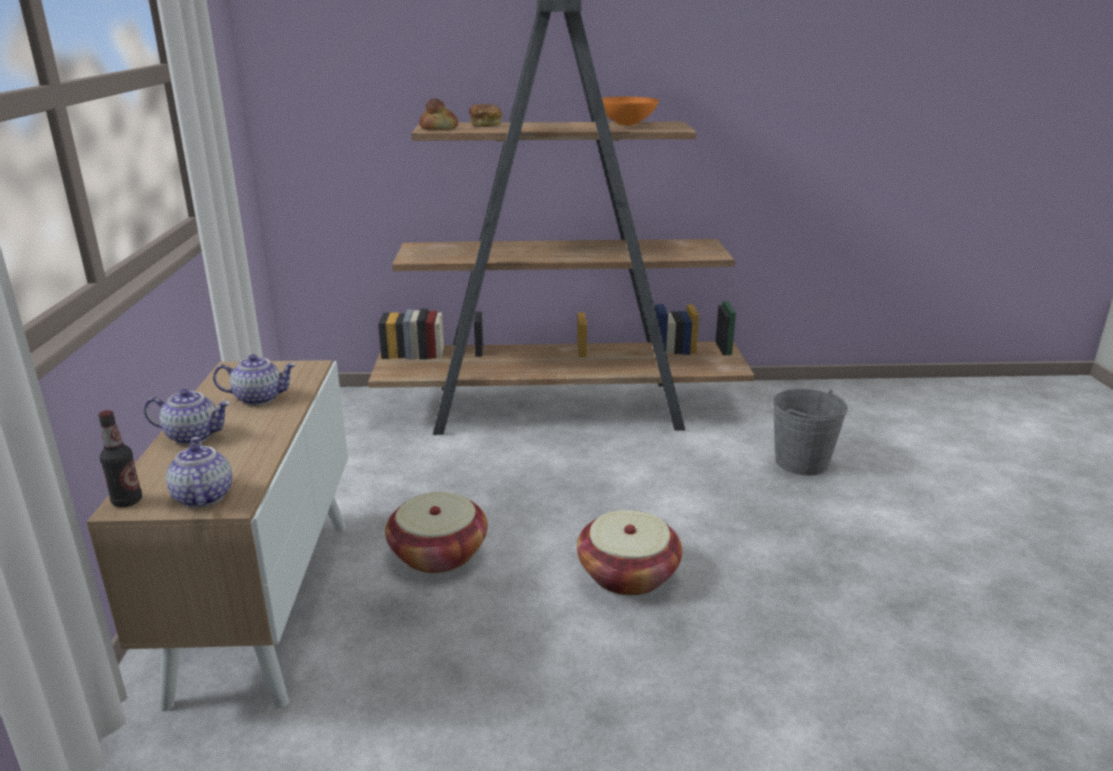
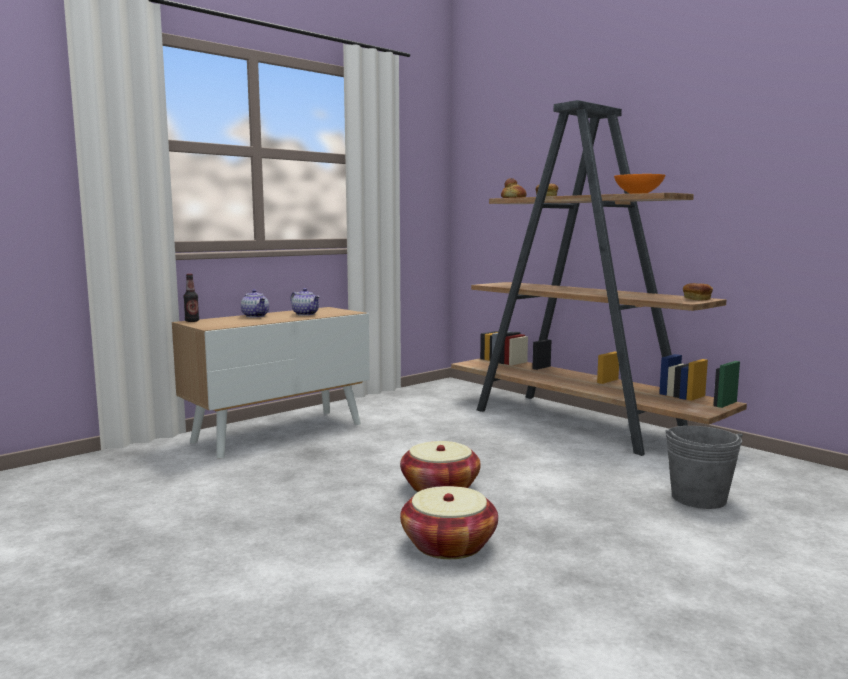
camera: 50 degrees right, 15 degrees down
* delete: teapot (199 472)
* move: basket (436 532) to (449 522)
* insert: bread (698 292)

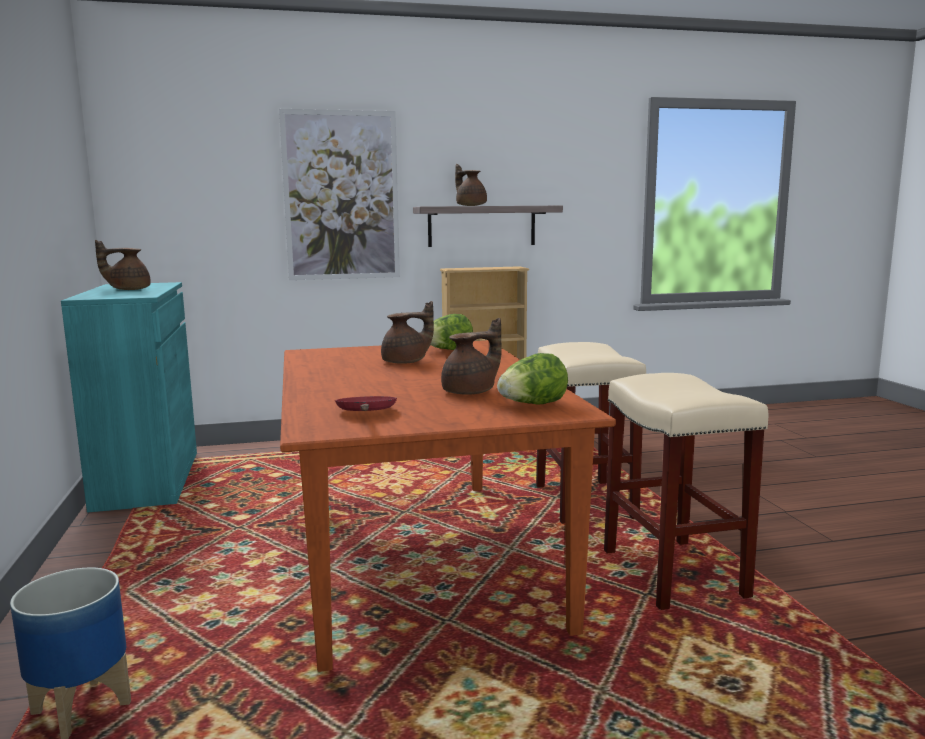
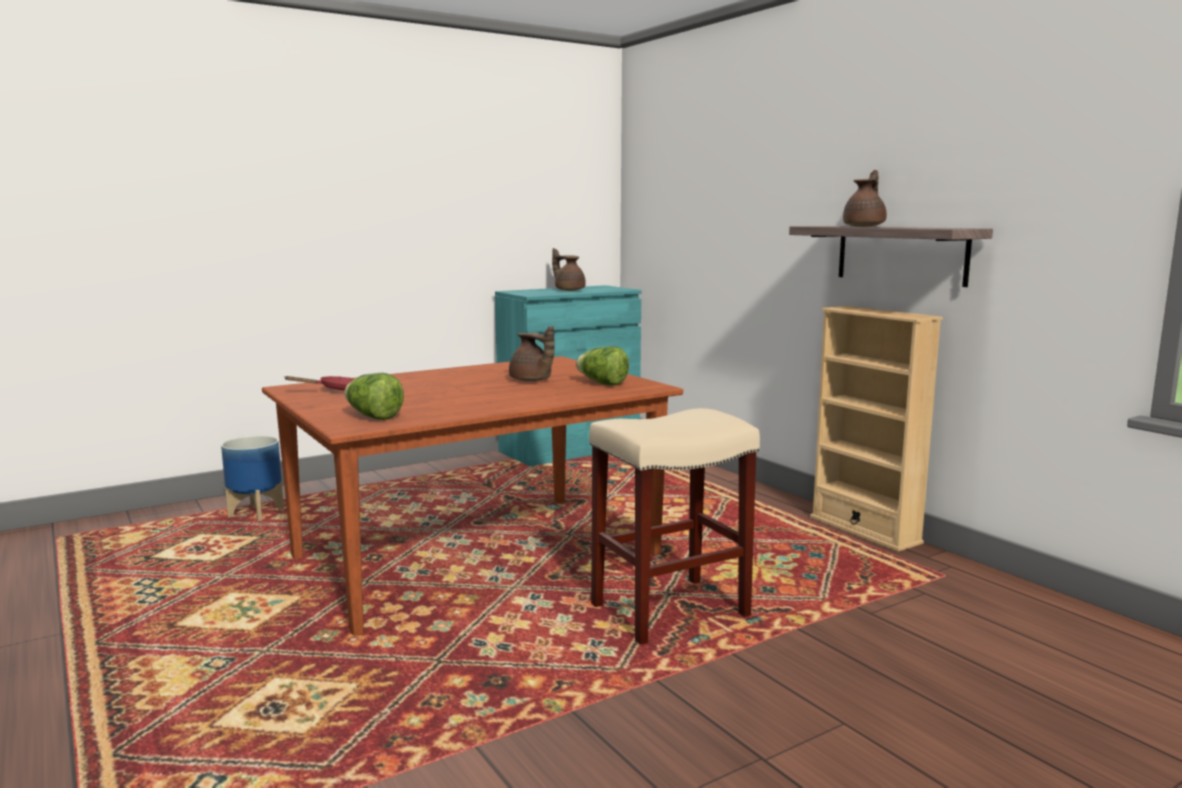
camera: 70 degrees right, 0 degrees up
* delete: picture (339 194)
* delete: brown teapot (471 356)
* delete: beige stool (686 491)

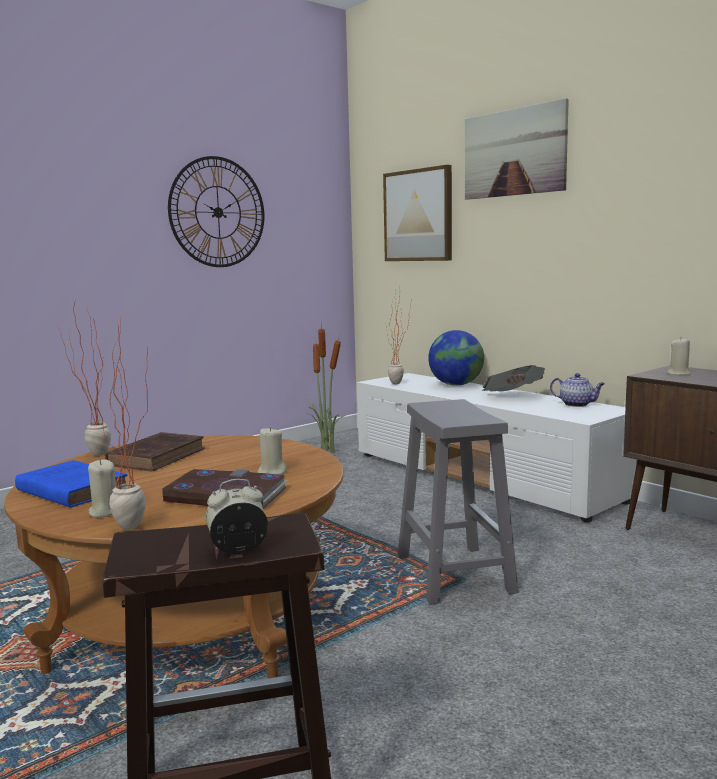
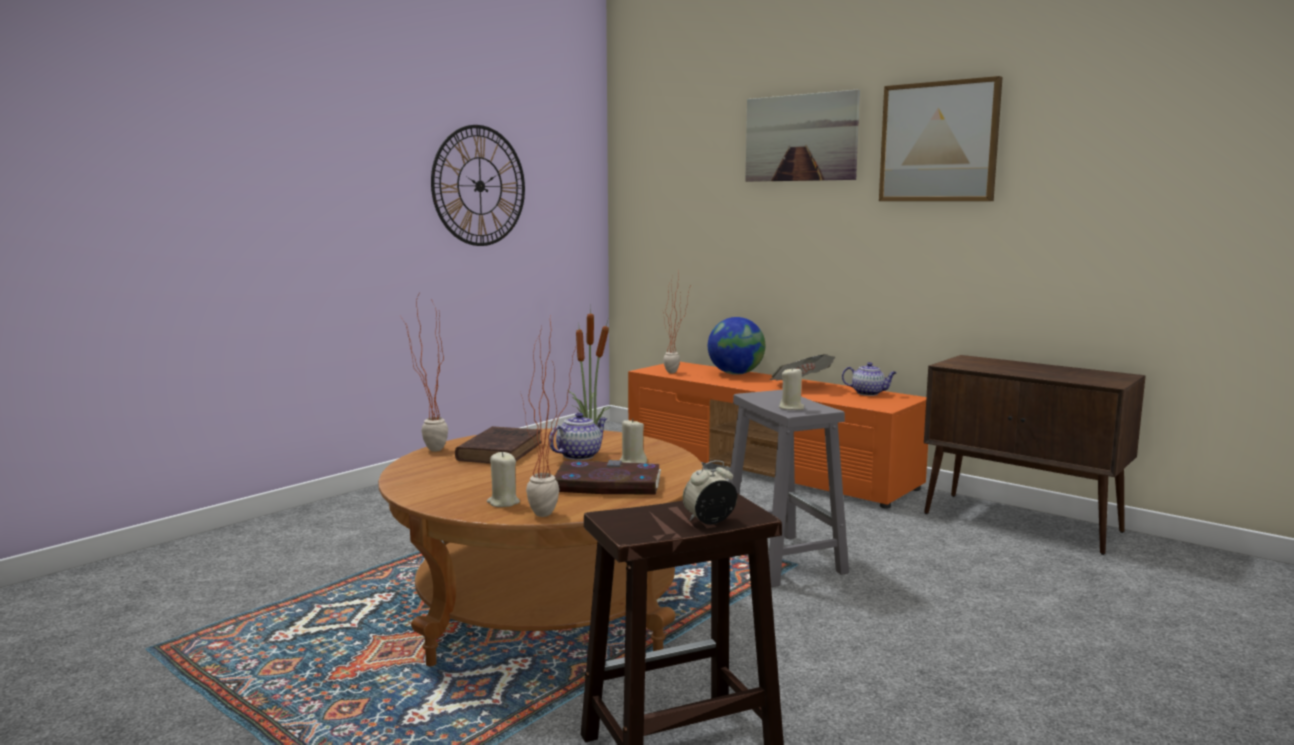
camera: 10 degrees left, 0 degrees up
* delete: blue book (71 484)
* recolor: white tv stand (497 447) to orange tv stand (778 435)
* move: picture (417 213) to (941 138)
* move: beige candle (679 356) to (791 388)
* insert: teapot (578 436)

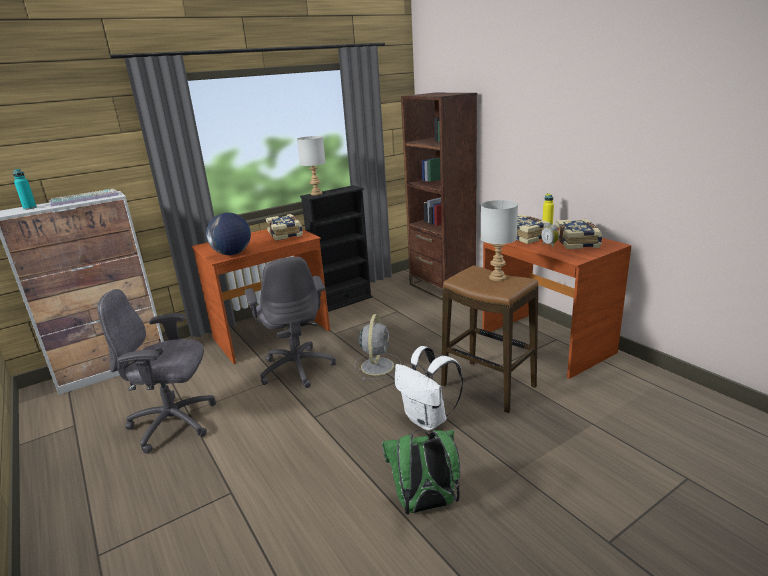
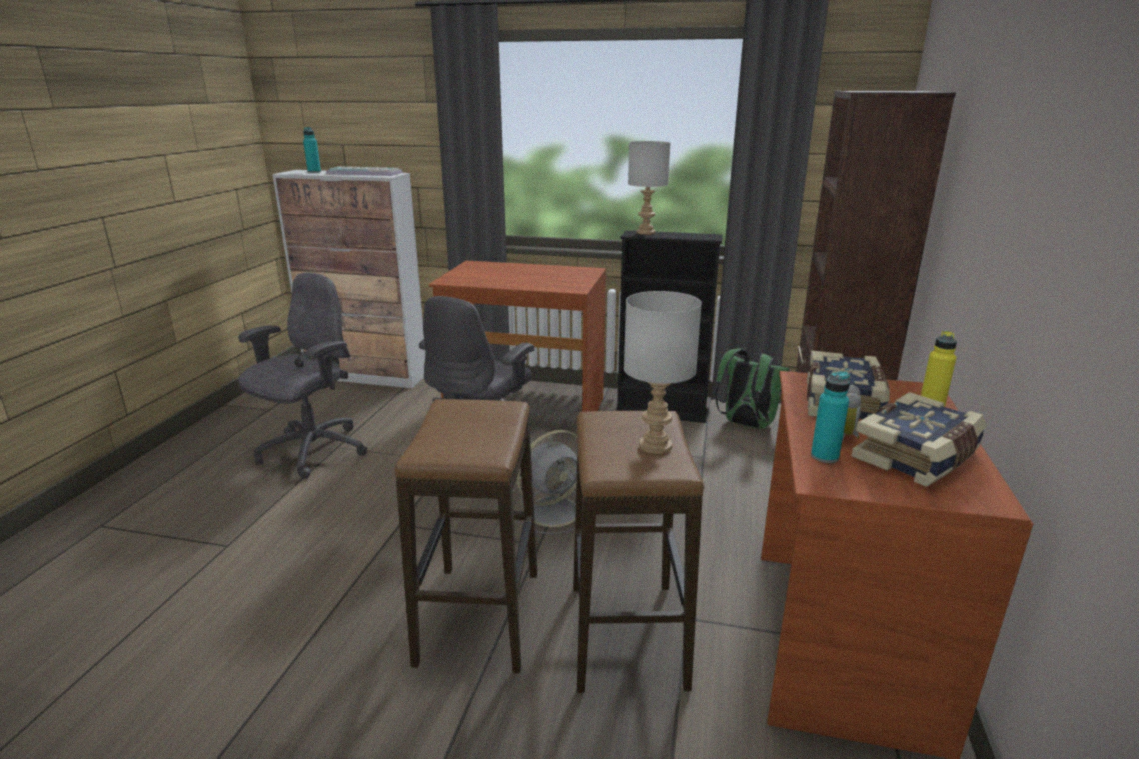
camera: 45 degrees right, 0 degrees up
* rotate: grey office chair (156 371) = (302 376) 75 degrees clockwise
* delete: globe (228 233)
* delete: book (284 227)
* move: green backpack (421 472) to (752 388)
* replace: white backpack (429 388) to stool (466 536)
* insert: turquoise bottle (830 417)

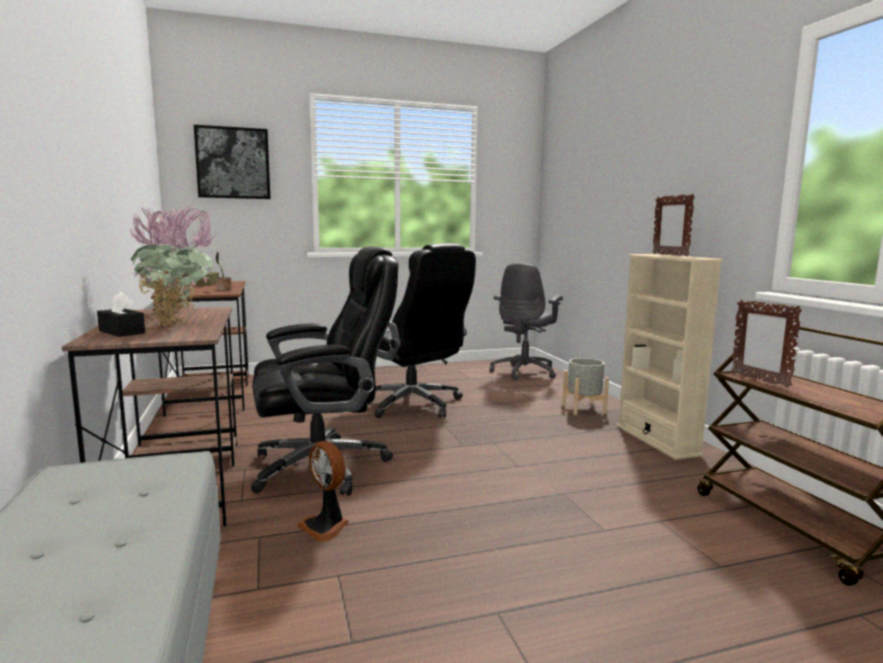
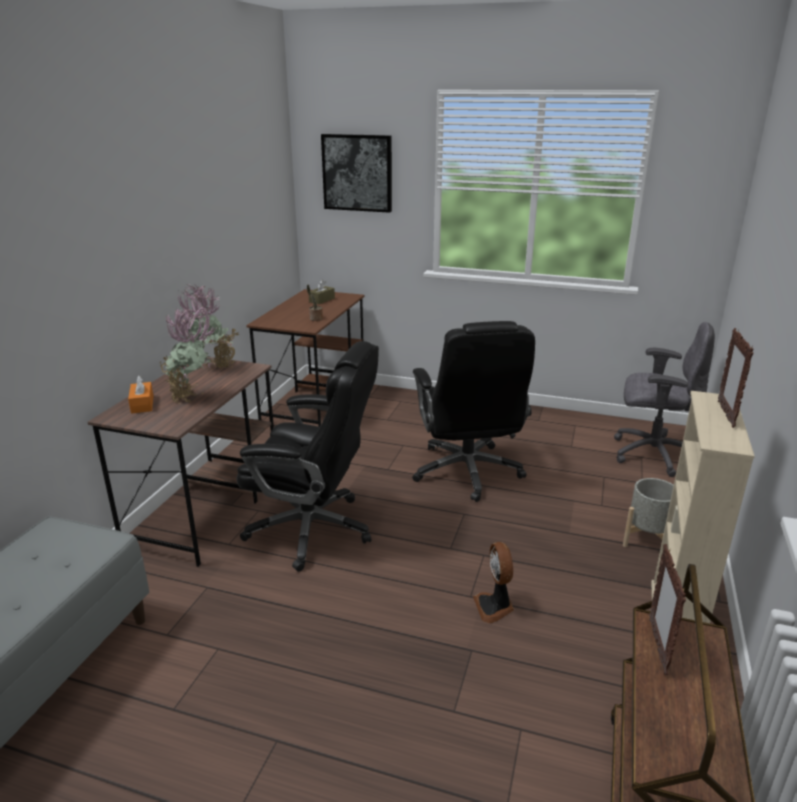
camera: 35 degrees right, 15 degrees up
* recolor: black tissue box (121 314) to orange tissue box (140 394)
* move: fan (323 491) to (493 582)
* rotate: grey office chair (526 322) = (664 399) 135 degrees counterclockwise

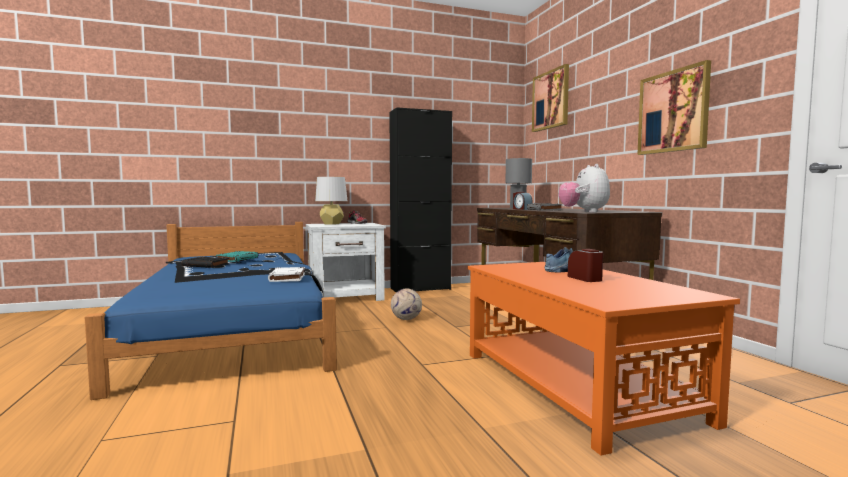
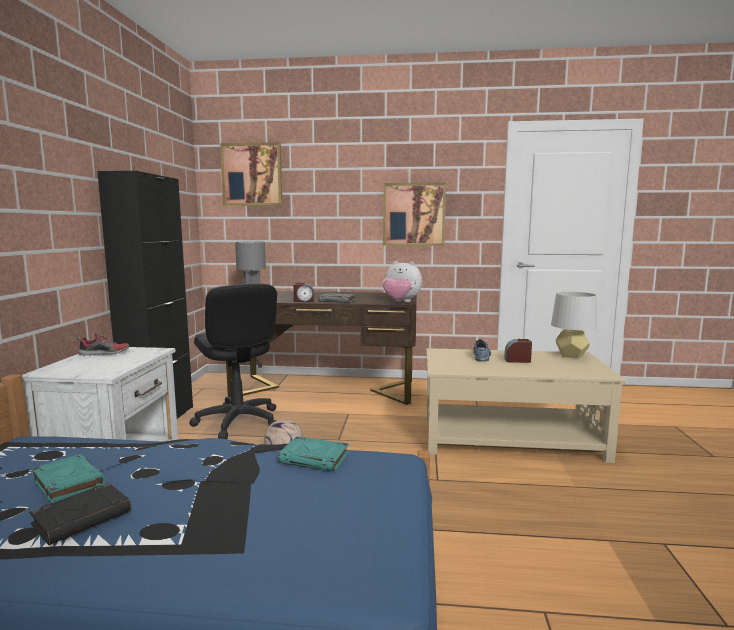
camera: 65 degrees left, 5 degrees up
* recolor: white book (286 274) to turquoise book (313 454)
* move: grey table lamp (331 201) to (574 325)
* recolor: orange coffee table (604 359) to beige coffee table (526 405)
* insert: black office chair (233 361)

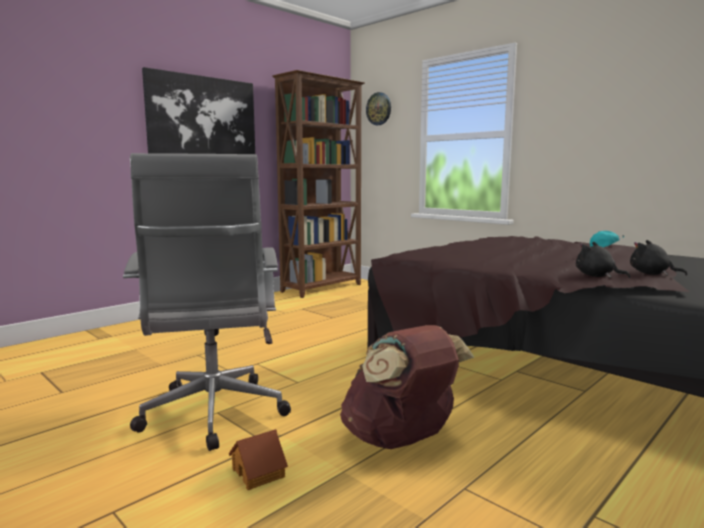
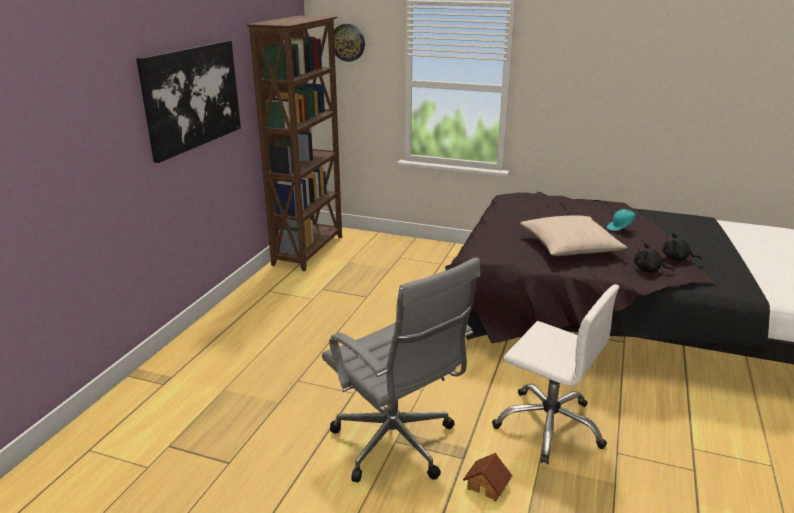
camera: 25 degrees left, 15 degrees up
* replace: brown backpack (407 387) to white office chair (555 374)
* insert: beige pillow (573 235)

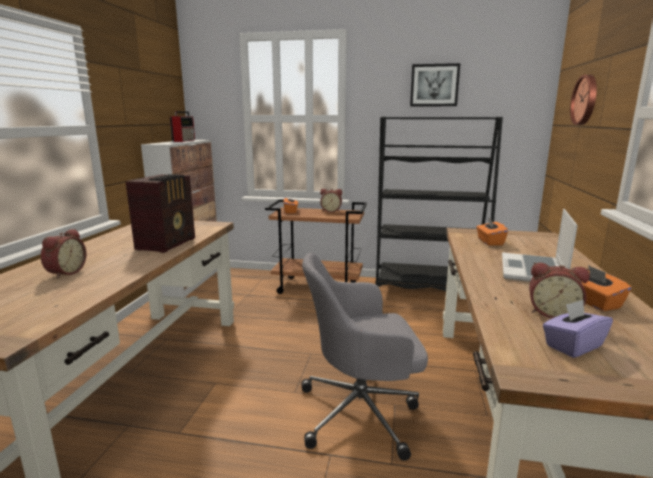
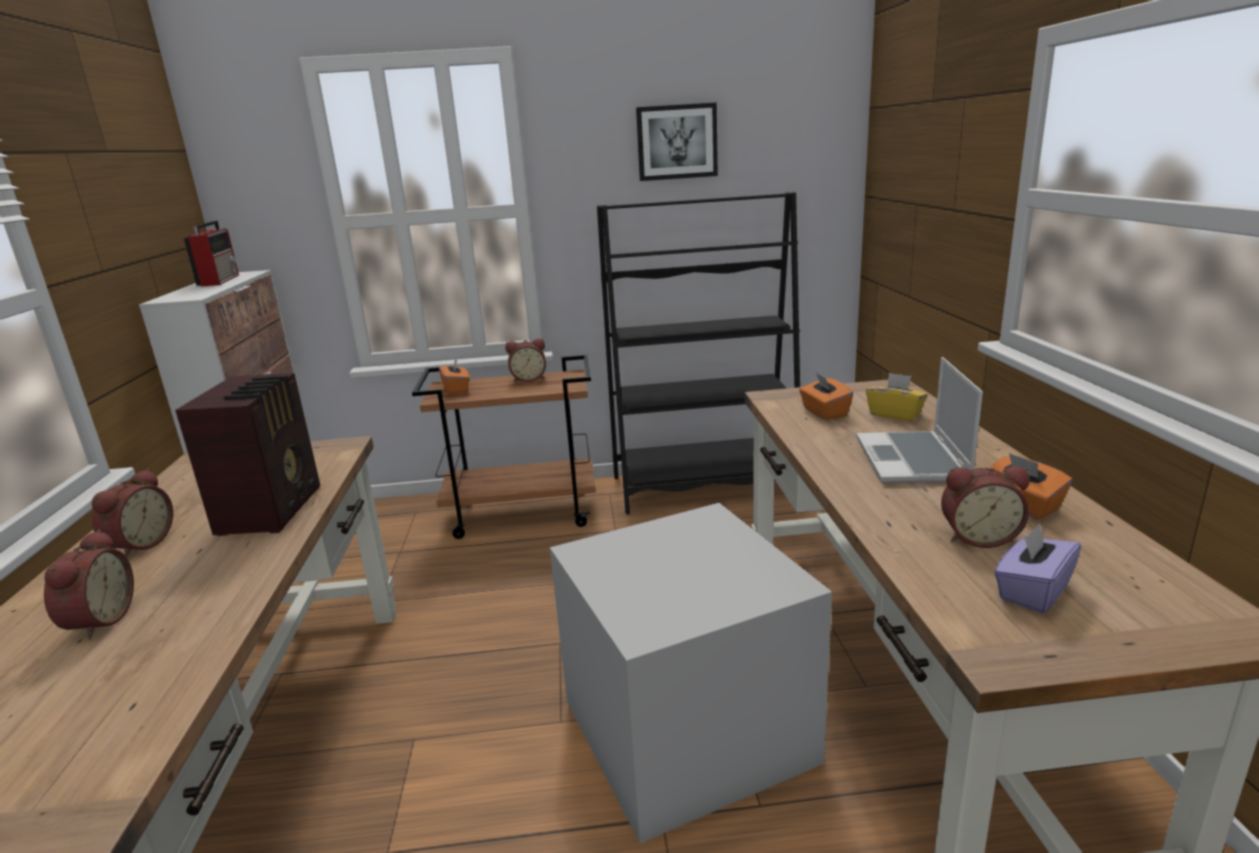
camera: 15 degrees left, 5 degrees up
* replace: grey office chair (364 357) to grey storage box (691 673)
* delete: wall clock (583 100)
* insert: alarm clock (132 513)
* insert: yellow tissue box (897 397)

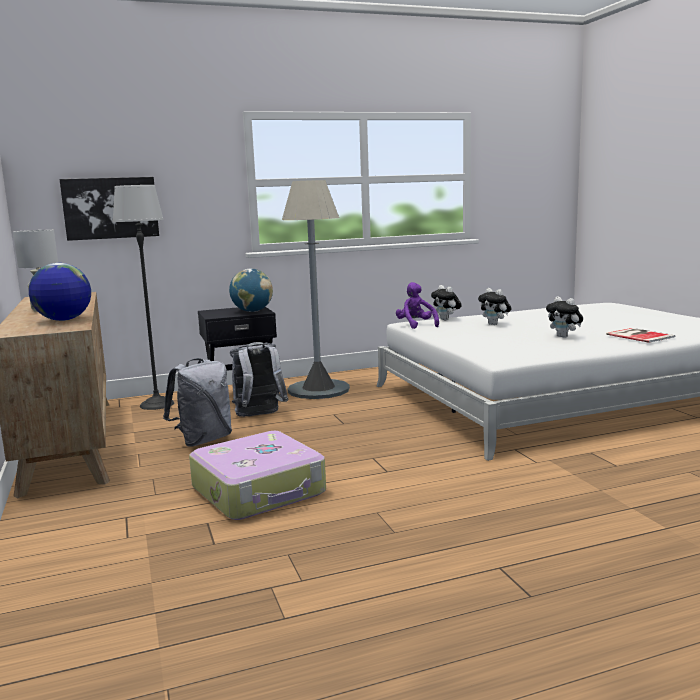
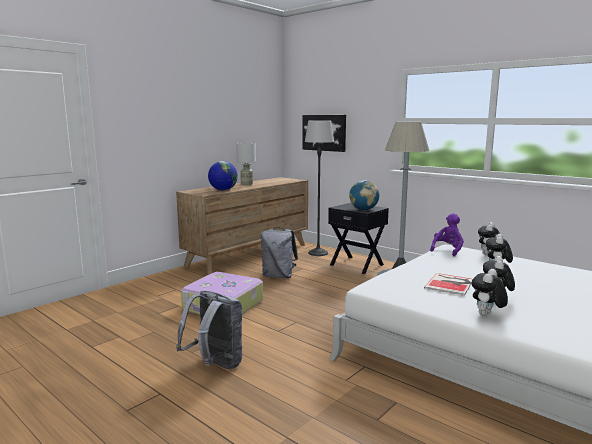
camera: 60 degrees right, 0 degrees up
* move: grey backpack (259 379) to (209 330)
* move: book (640 335) to (448 284)
* insert: plush toy (490 292)

